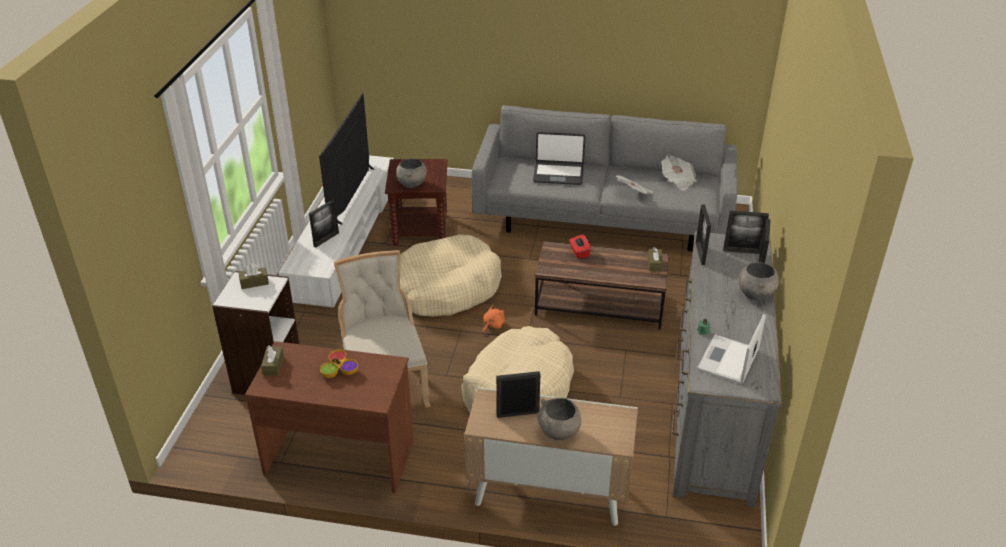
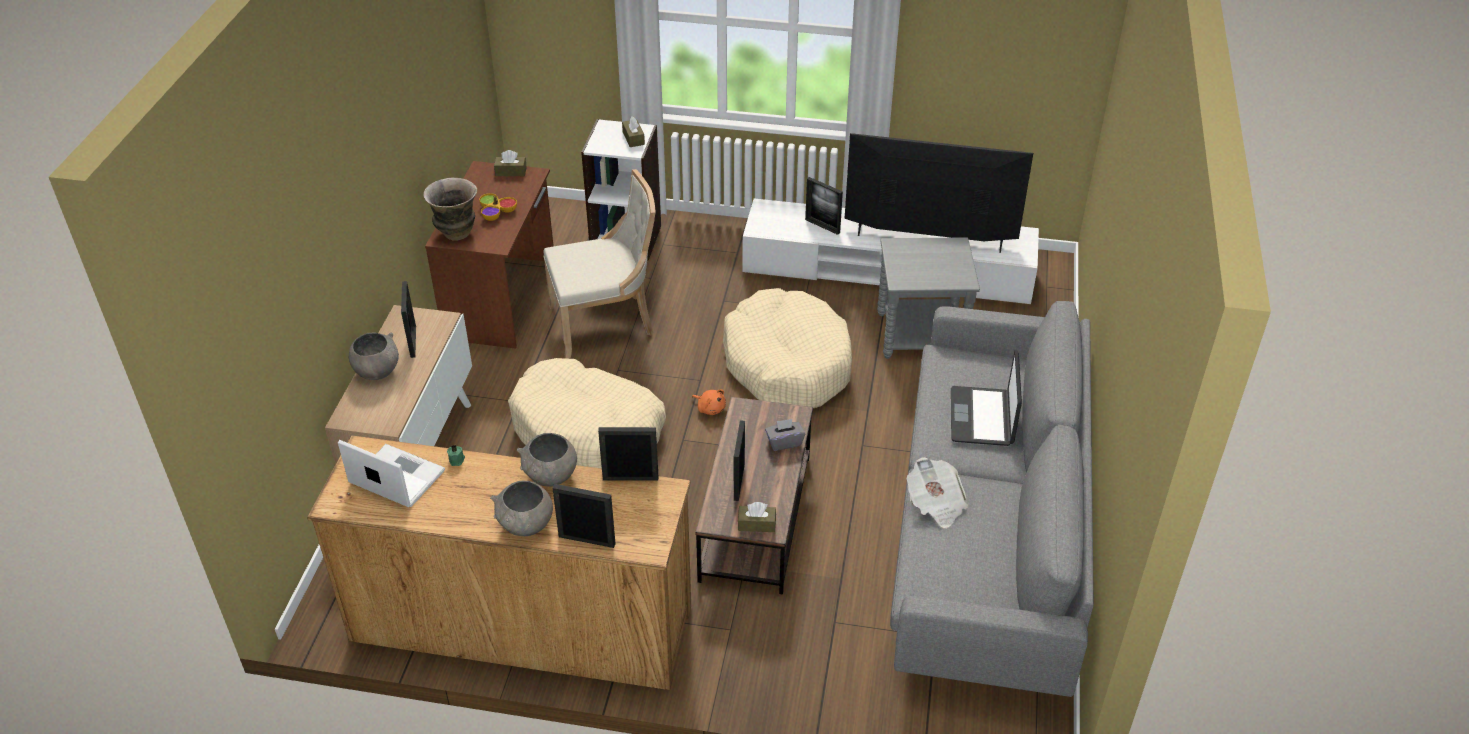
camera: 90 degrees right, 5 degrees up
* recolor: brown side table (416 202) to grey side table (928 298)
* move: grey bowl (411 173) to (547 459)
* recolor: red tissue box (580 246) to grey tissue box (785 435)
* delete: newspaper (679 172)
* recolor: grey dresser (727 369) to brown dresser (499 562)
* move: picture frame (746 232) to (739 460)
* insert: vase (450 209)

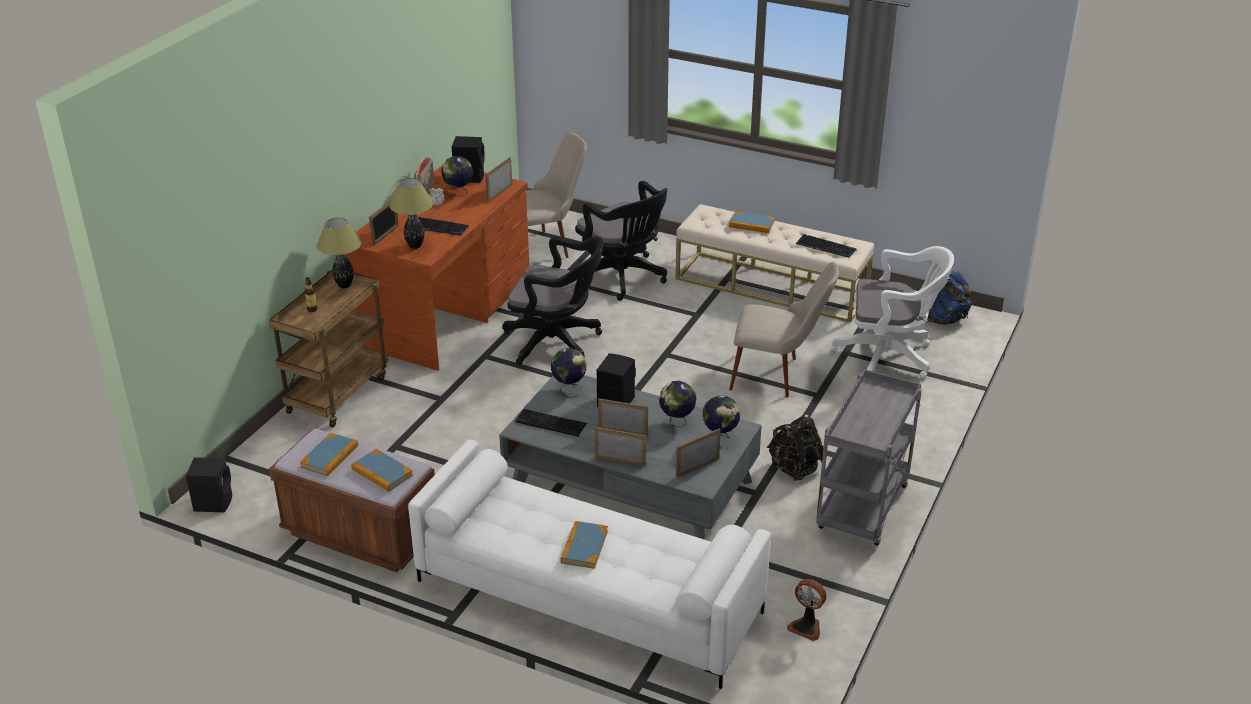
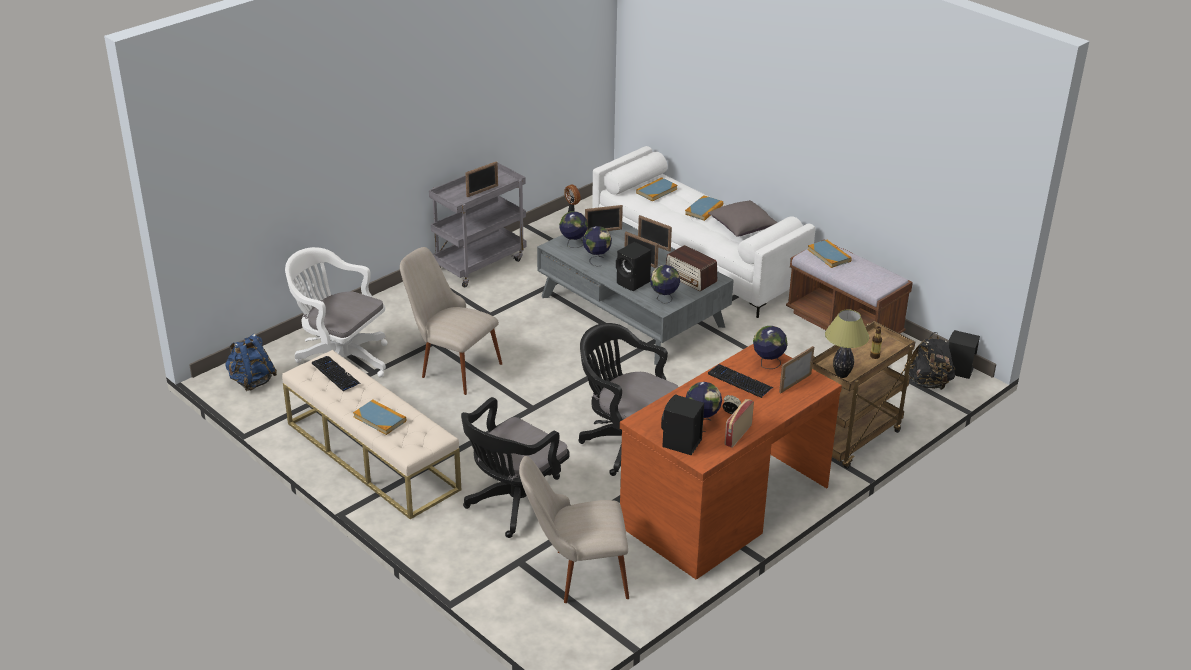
camera: 160 degrees left, 0 degrees up
* move: book (329 454) to (657 189)
* replace: table lamp (411 213) to globe (770 347)
* move: picture frame (498 179) to (482 179)
* replace: keyboard (551 423) to radio (691 268)
* rotate: black office chair (621 241) = (515 467) 120 degrees counterclockwise
* move: black backpack (794 447) to (929 361)
* insert: grey pillow (742 218)

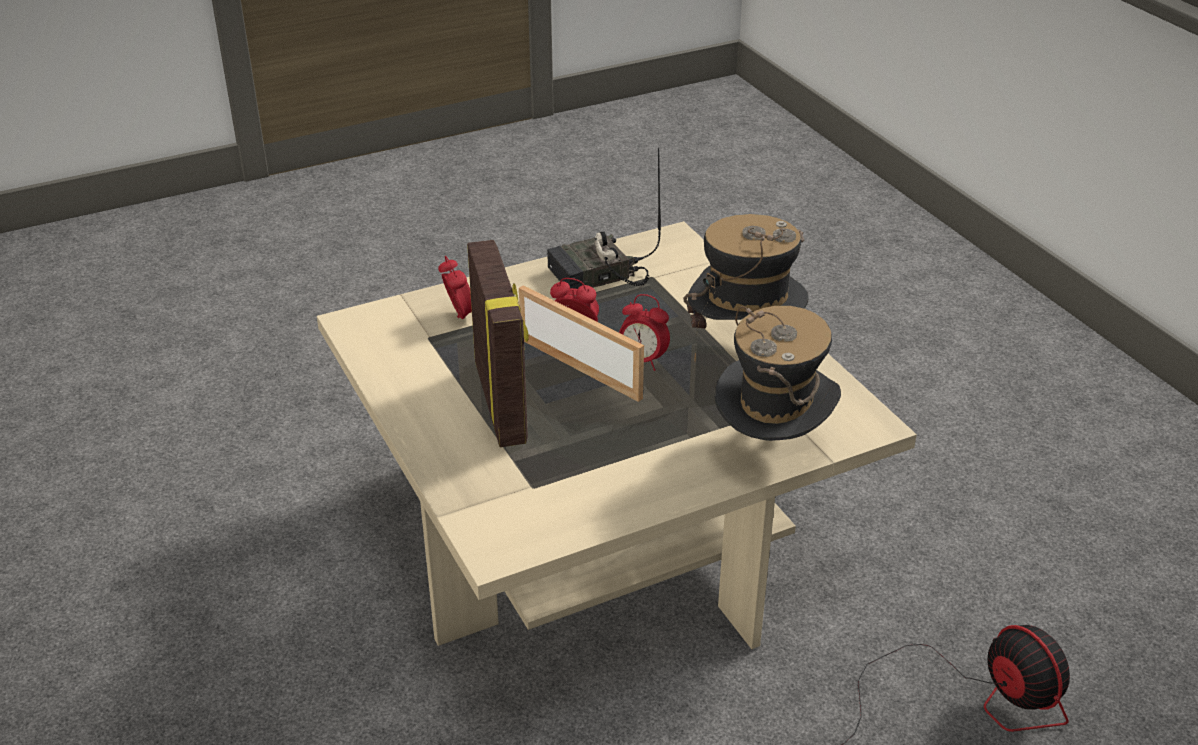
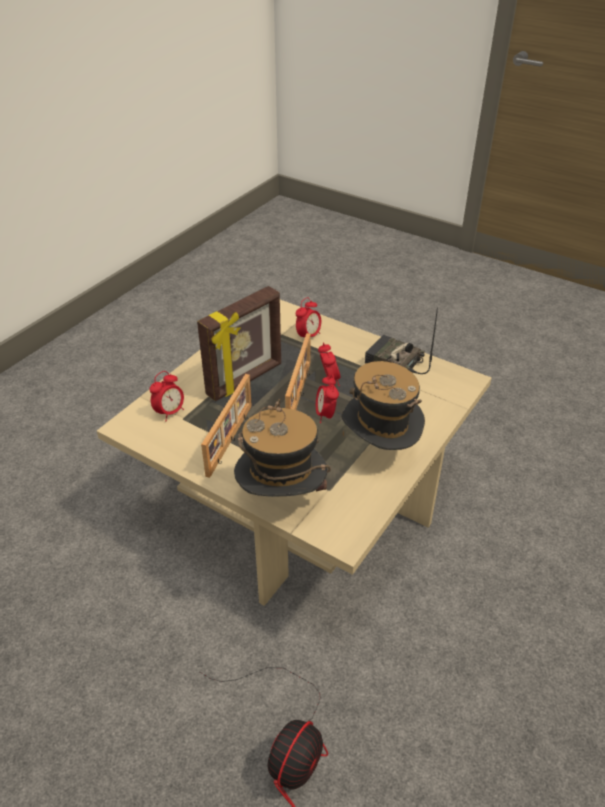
camera: 60 degrees right, 5 degrees up
* insert: alarm clock (166 396)
* insert: picture frame (226 426)

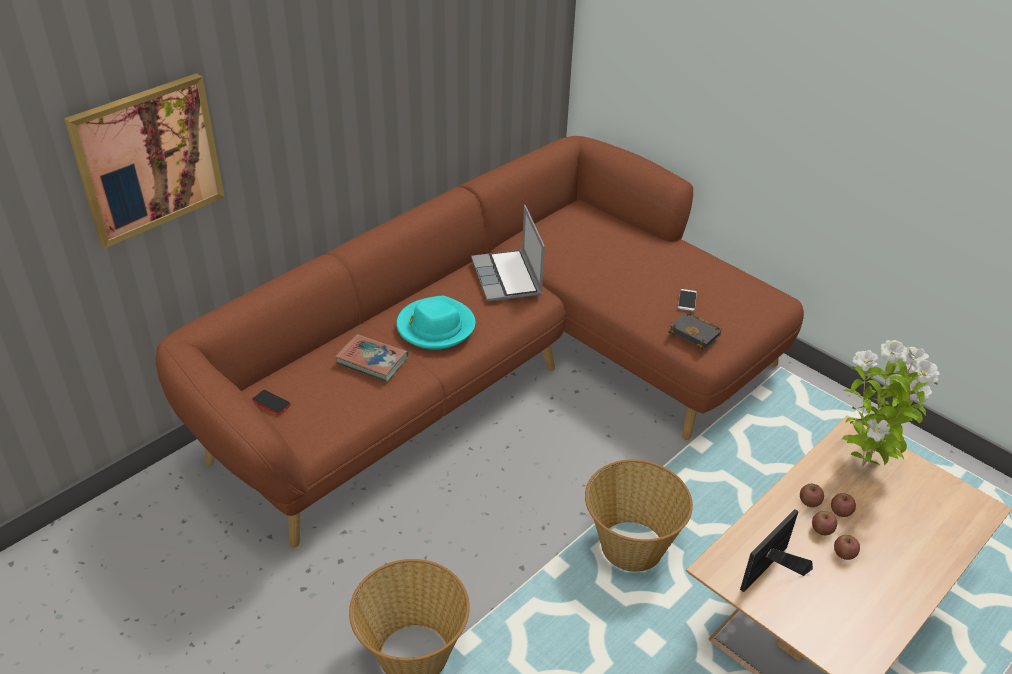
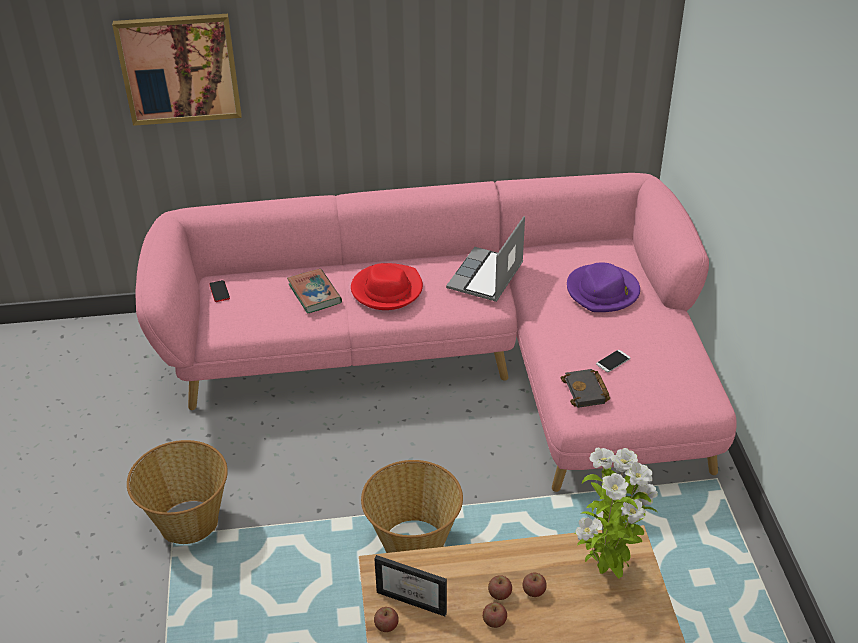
camera: 40 degrees right, 0 degrees up
* recolor: brown sofa (480 341) to pink sofa (436 332)
* recolor: turquoise hat (435 322) to red hat (387 286)
* rotate: picture frame (776 550) = (410 585) 150 degrees counterclockwise
* move: apple (812 495) to (386 619)
* insert: purple hat (603 287)

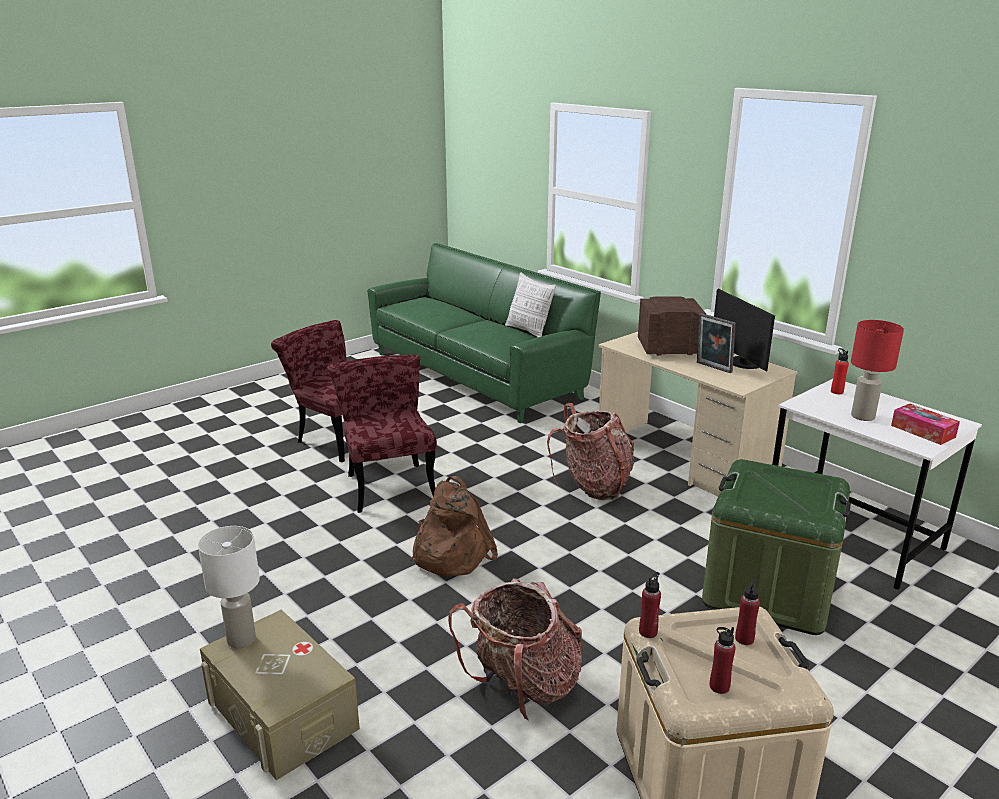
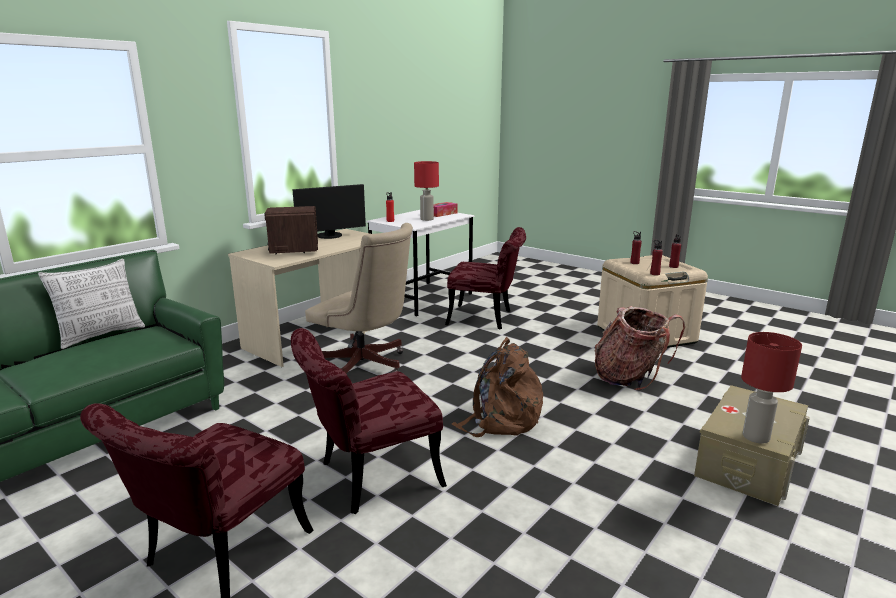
camera: 100 degrees left, 5 degrees down
* recolor: white table lamp (229 587) to red table lamp (771 388)
* replace: backpack (590 451) to beige office chair (359 298)
* delete: picture frame (716 343)
* replace: green storage box (776 547) to red chair (485 278)

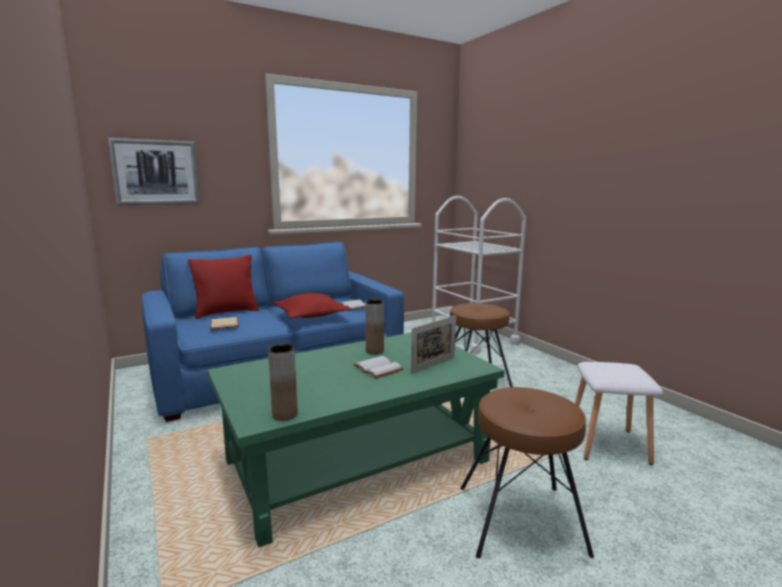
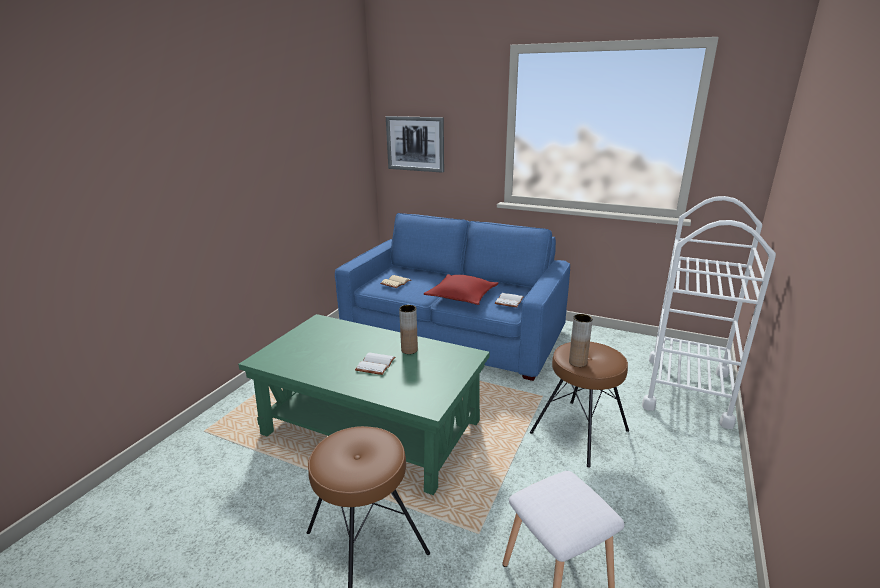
camera: 55 degrees right, 10 degrees up
* delete: red pillow (223 287)
* move: brown vase (283 382) to (581 340)
* delete: picture frame (433 344)

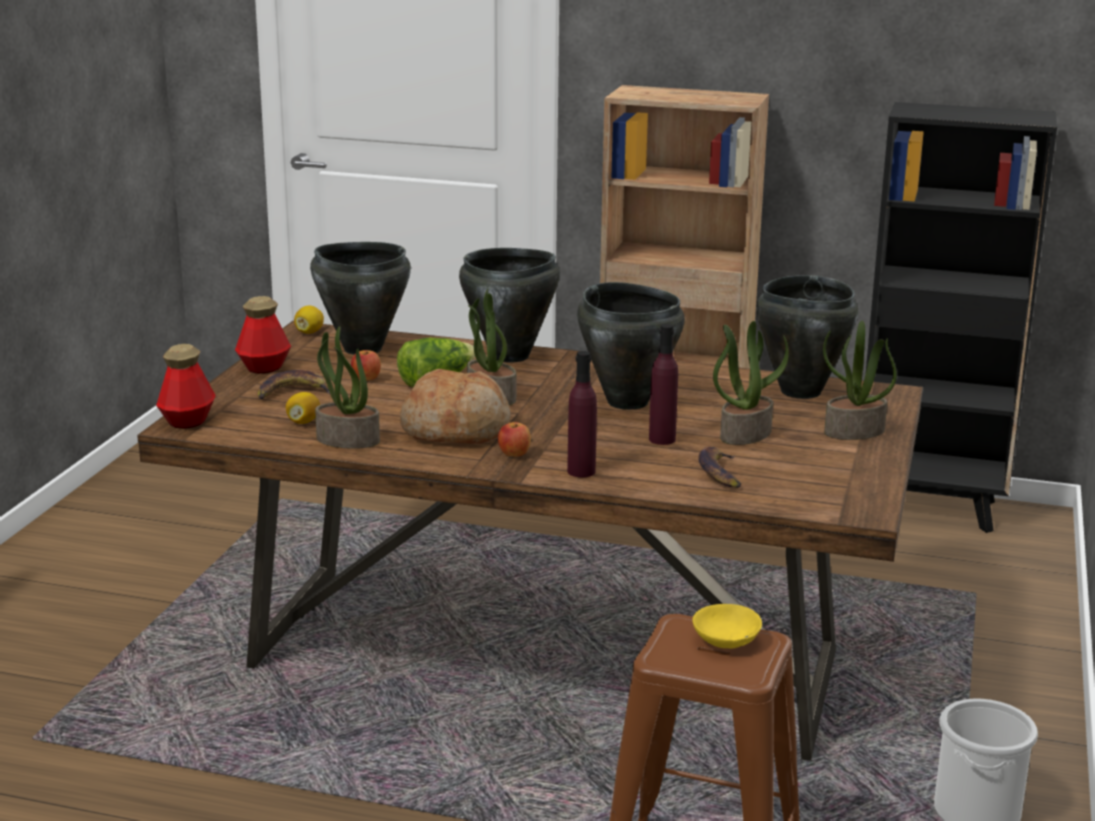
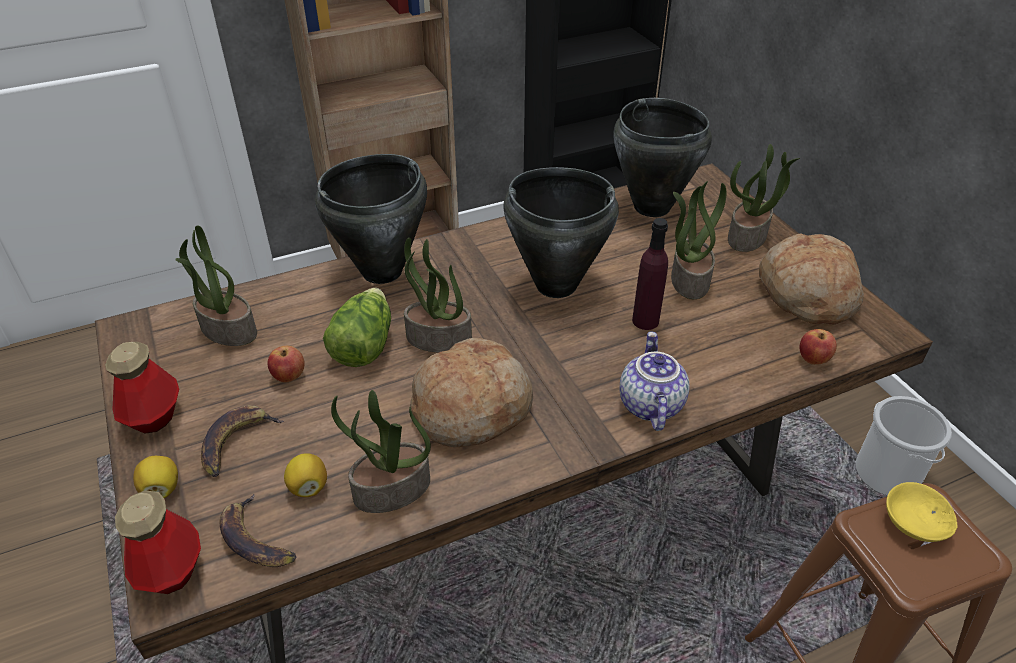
camera: 40 degrees left, 20 degrees up
* move: lemon (309 320) to (155 477)
* replace: black cooking pot (360 298) to potted plant (216 286)
* move: apple (514 439) to (818 347)
* replace: purple bottle (582 414) to teapot (654 381)
* move: banana (719 467) to (258 530)
* insert: bread (811 279)

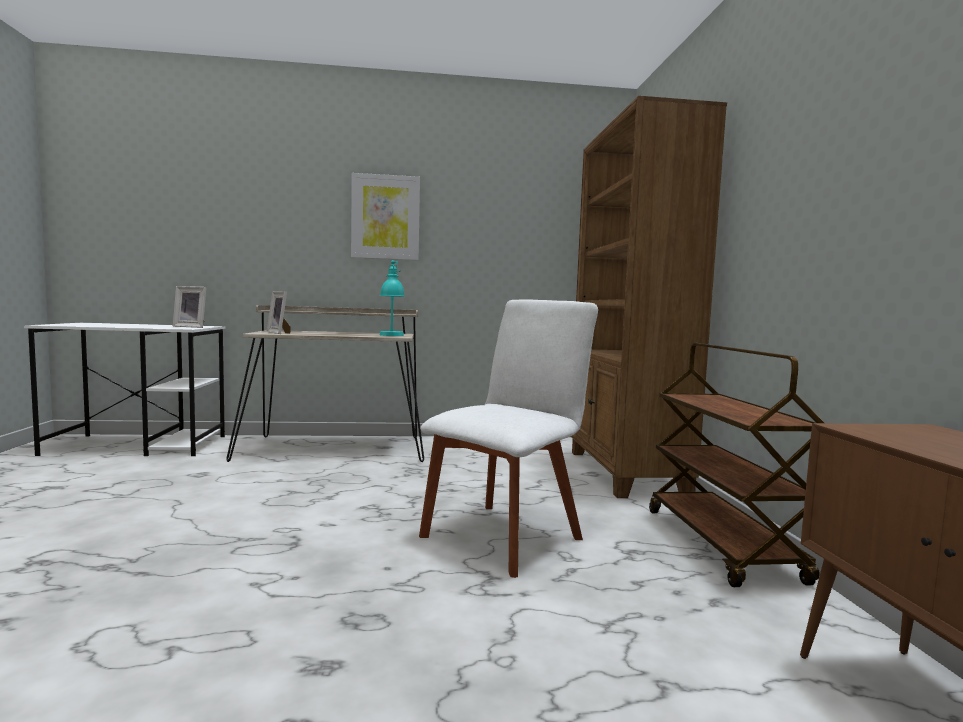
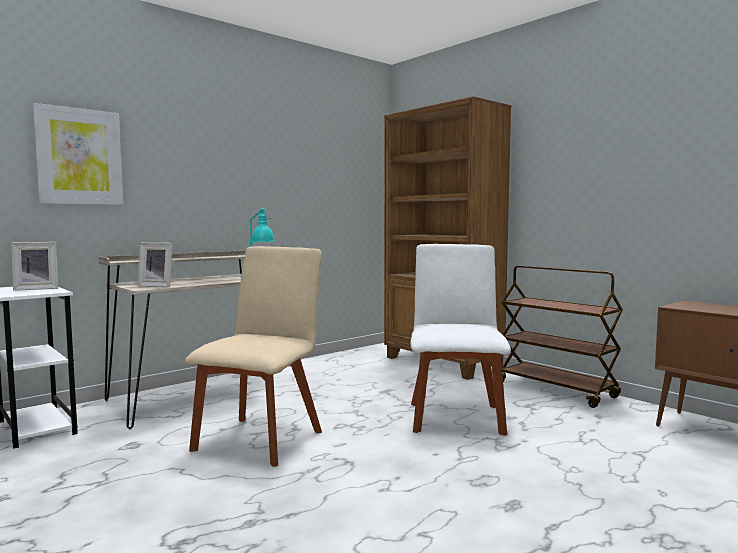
camera: 35 degrees left, 0 degrees up
* move: picture (385 216) to (78 154)
* insert: beige chair (253 356)

